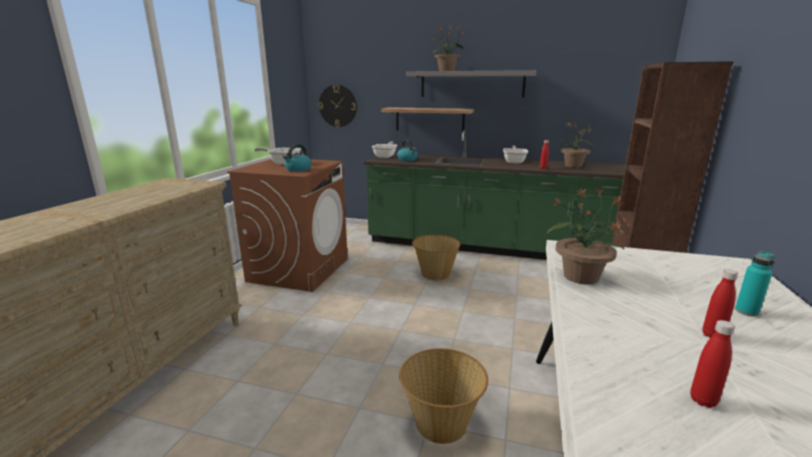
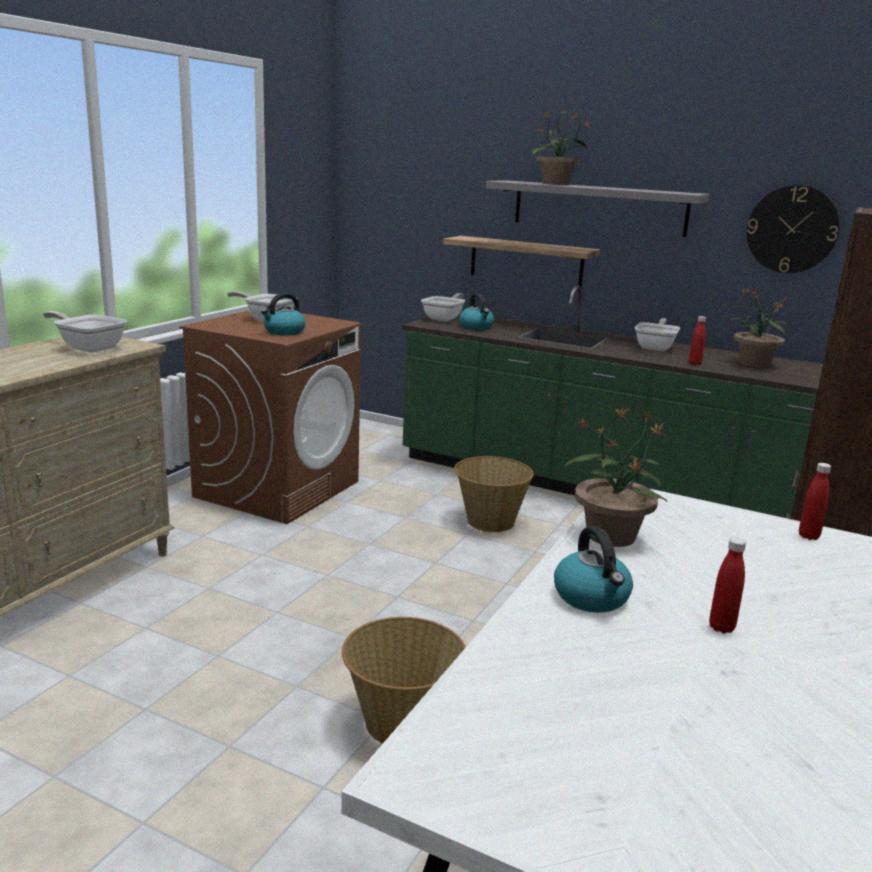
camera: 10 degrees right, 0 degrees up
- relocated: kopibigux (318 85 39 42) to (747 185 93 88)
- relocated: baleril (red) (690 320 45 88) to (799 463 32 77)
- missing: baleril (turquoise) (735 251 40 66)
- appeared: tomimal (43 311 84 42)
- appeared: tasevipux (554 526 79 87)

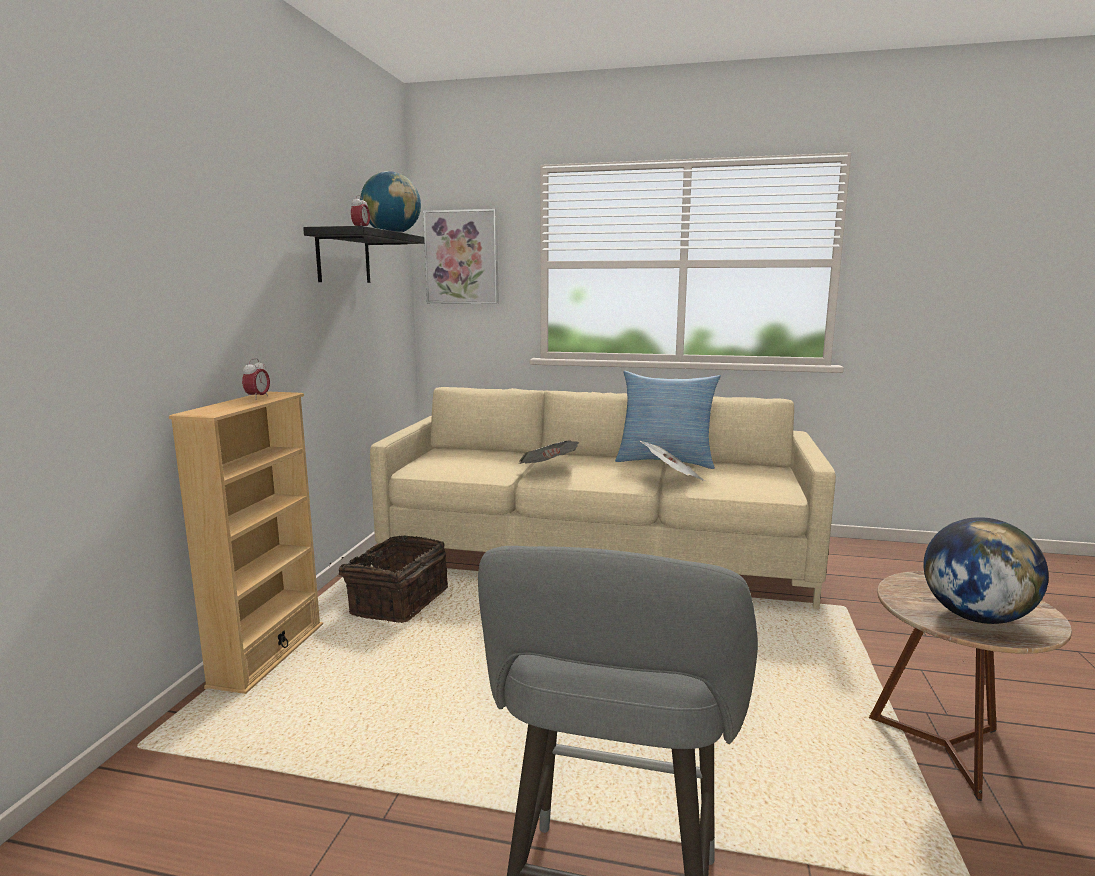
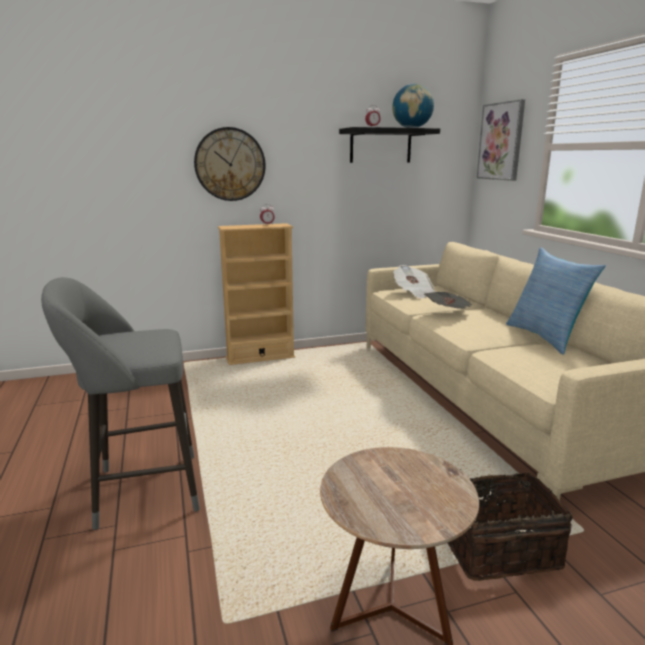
camera: 60 degrees right, 5 degrees up
- relocated: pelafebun (330 535 118 88) to (447 469 126 112)
- relocated: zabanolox (640 441 65 40) to (393 265 42 33)
- missing: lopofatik (924 517 125 107)
- appeared: kopibigux (194 127 72 74)

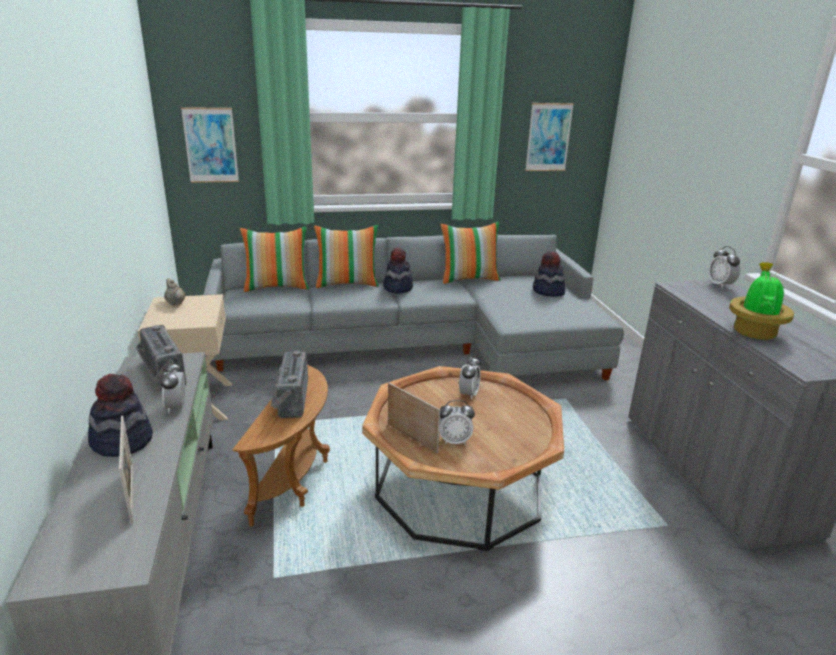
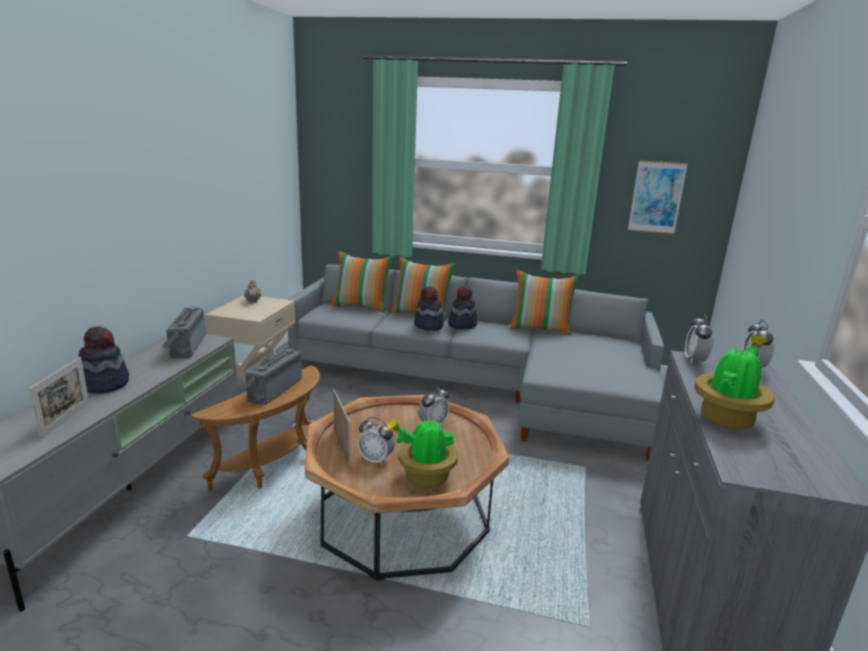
camera: 25 degrees right, 5 degrees down
- relocated: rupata (160 360 25 53) to (685 315 29 49)
- missing: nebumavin (181 107 58 76)
- relocated: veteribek (533 251 32 46) to (414 286 30 45)
- appeared: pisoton (386 417 72 71)

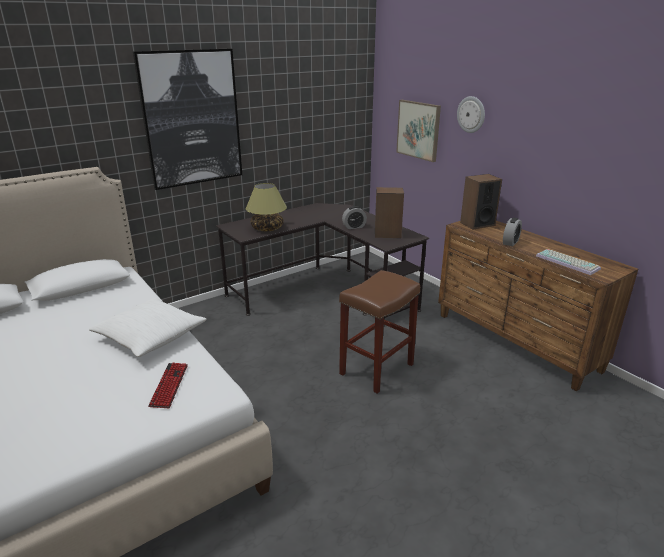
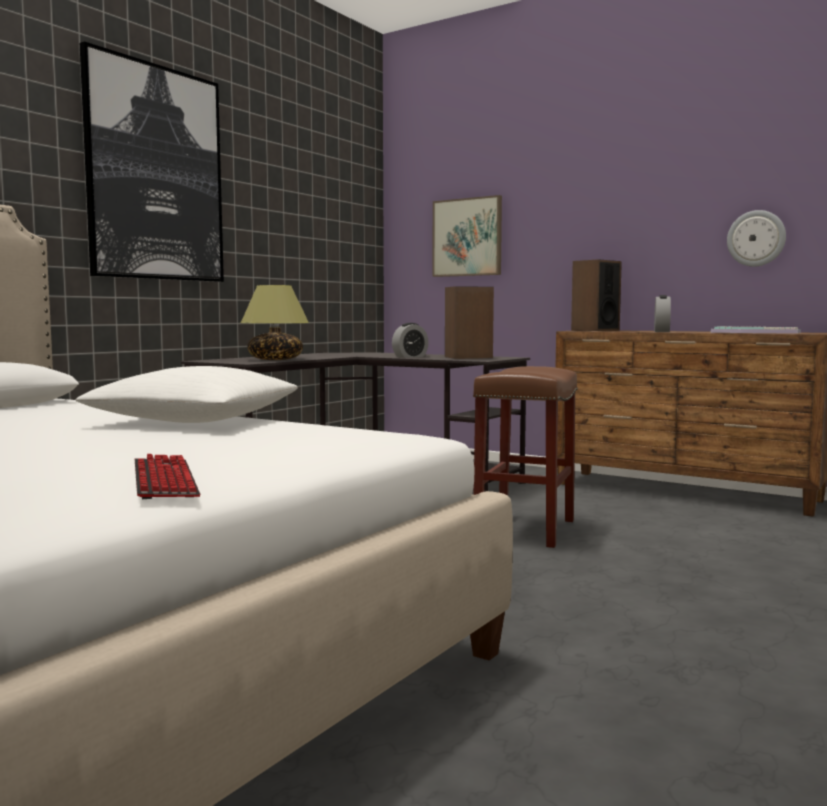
camera: 20 degrees left, 20 degrees down
- relocated: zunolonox (148 362 40 46) to (135 454 65 45)
- relocated: kopibigux (457 96 28 37) to (727 210 59 57)

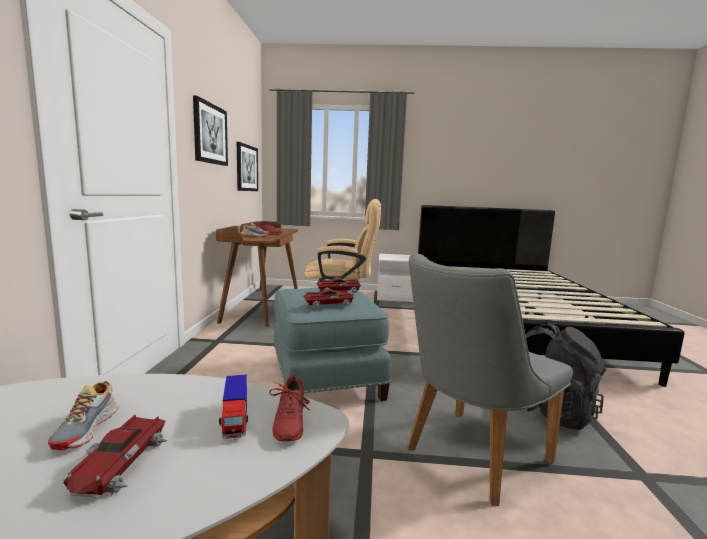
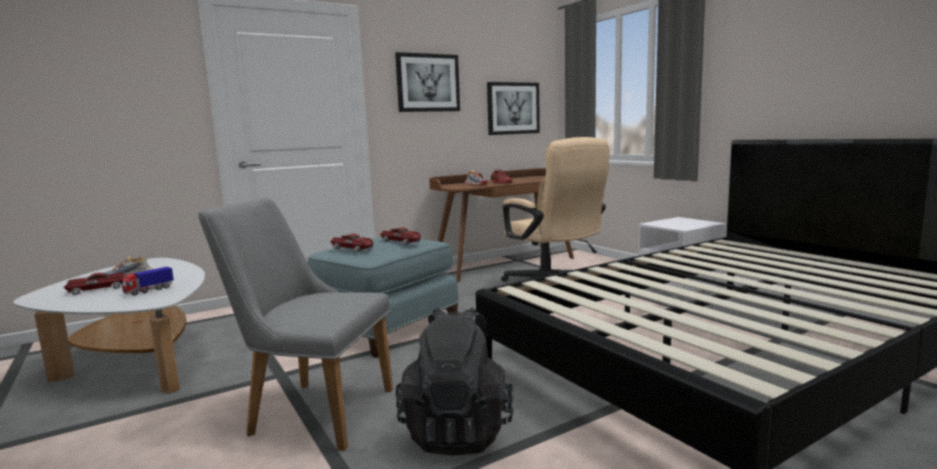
camera: 55 degrees right, 0 degrees up
- missing: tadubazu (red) (269 375 41 66)

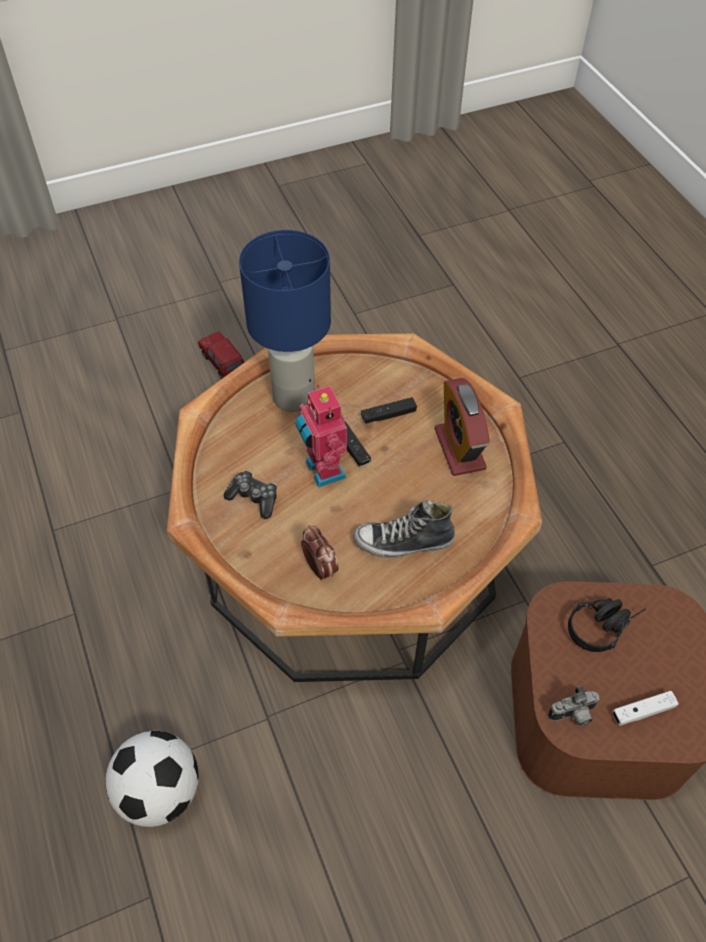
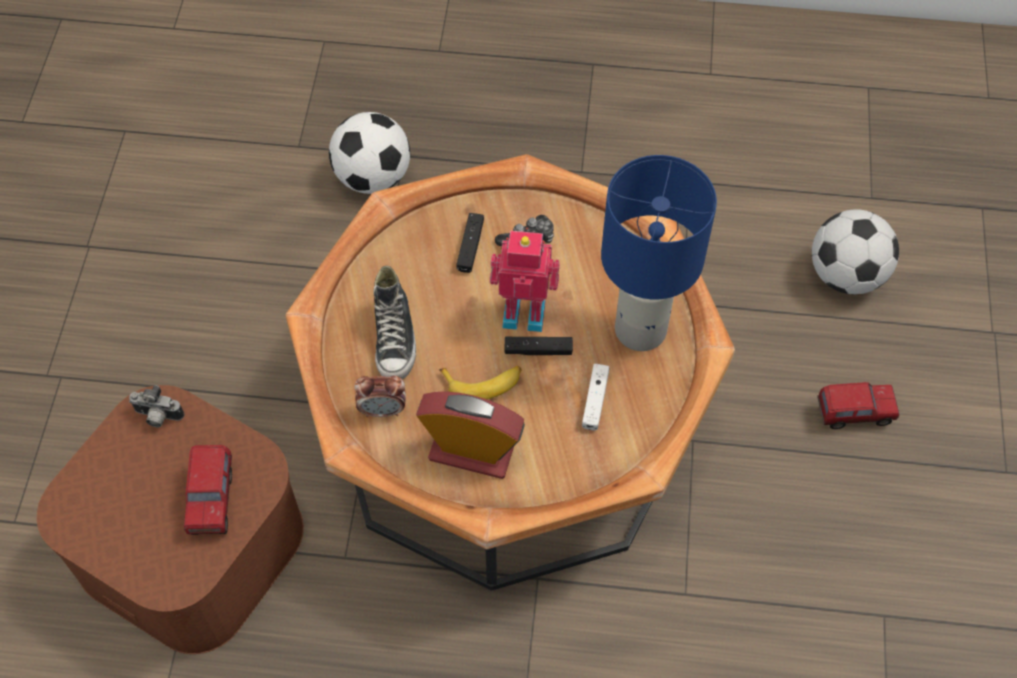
camera: 120 degrees right, 5 degrees up
- relocated: rupata (301 525 37 56) to (354 376 52 41)
- spun: tadubazu (353 500 102 58) = (373 266 43 113) 150 degrees clockwise
- relocated: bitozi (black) (361 397 56 27) to (456 213 28 60)
- spun: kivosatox (548 686 52 40) = (129 385 55 43) 90 degrees counterclockwise
- exchanged: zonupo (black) (568 598 78 54) to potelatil (184 445 48 90)
- relocated: bitozi (white) (612 691 67 35) to (582 364 27 66)
- appeared: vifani (439 366 83 34)
- appeared: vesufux (812 209 87 85)

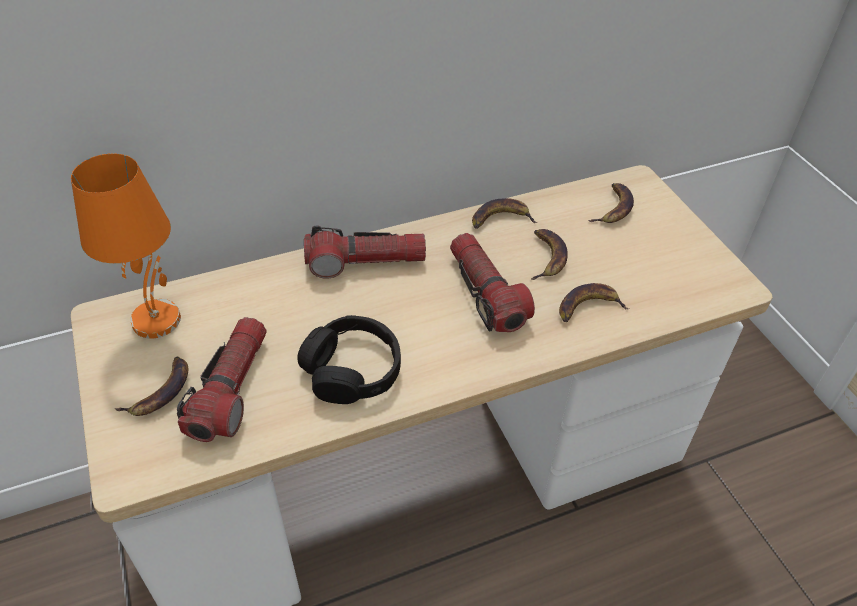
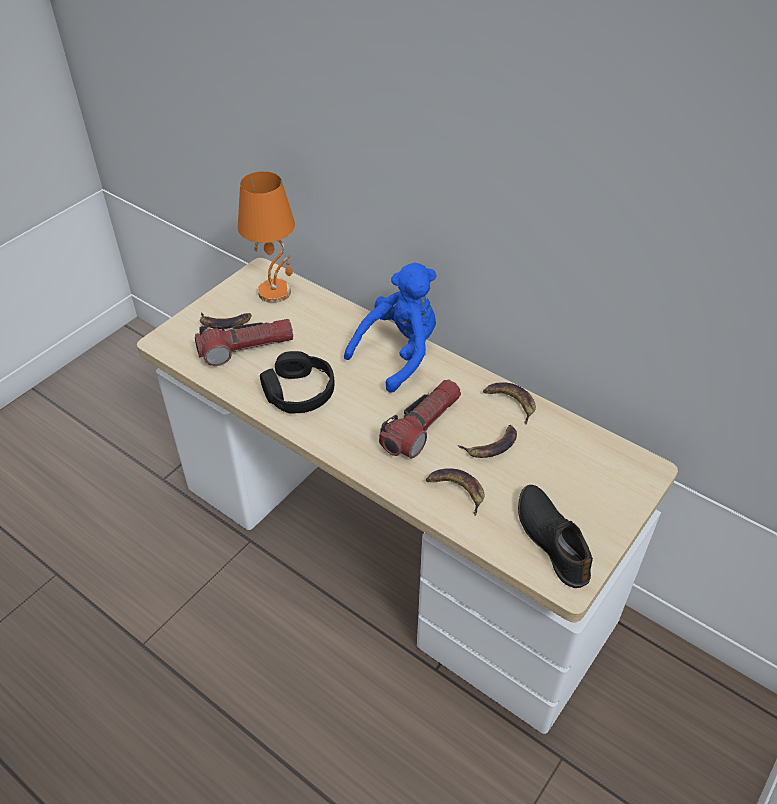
camera: 60 degrees right, 0 degrees up
- exchanged: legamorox (304 226 122 53) to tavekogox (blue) (344 263 93 130)
- missing: vifani (588 183 46 40)
- appeared: tadubazu (black) (518 485 75 103)

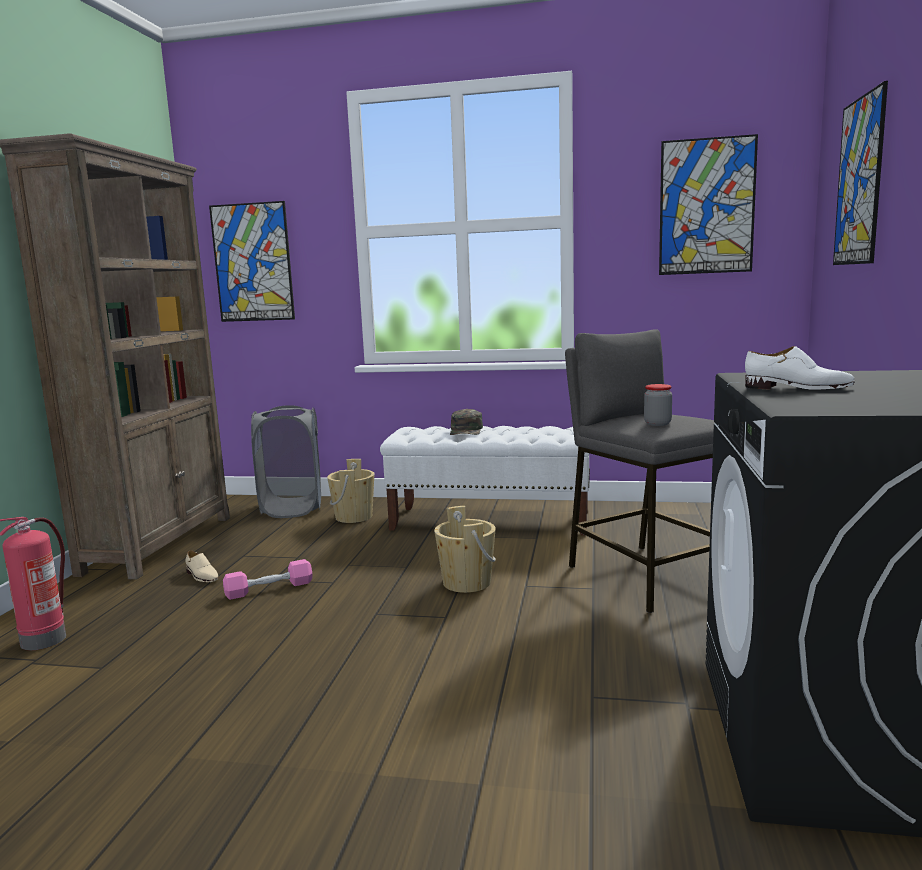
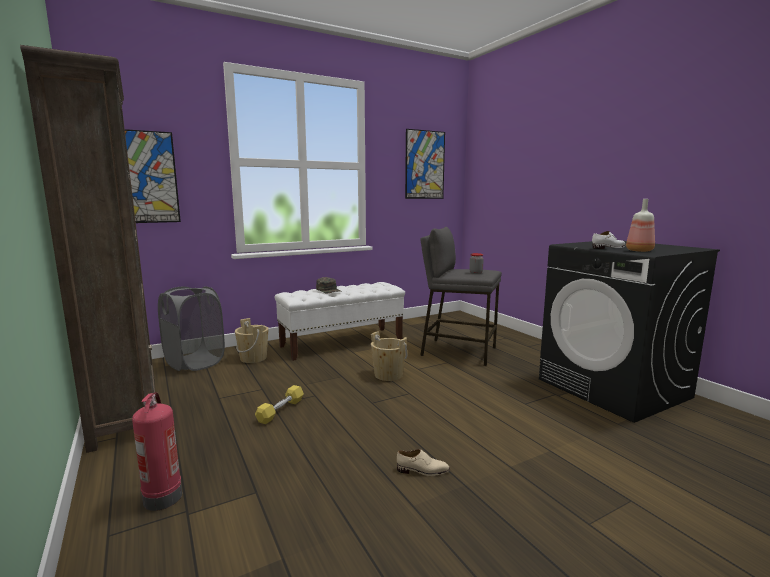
camera: 40 degrees left, 0 degrees up
- relocated: tadubazu (beige) (185 551 34 31) to (397 449 53 27)
- colour: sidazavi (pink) (223 559 90 41) to sidazavi (yellow) (255 385 49 39)
- missing: nebumavin (833 81 55 184)
- appeared: baleril (626 199 29 53)

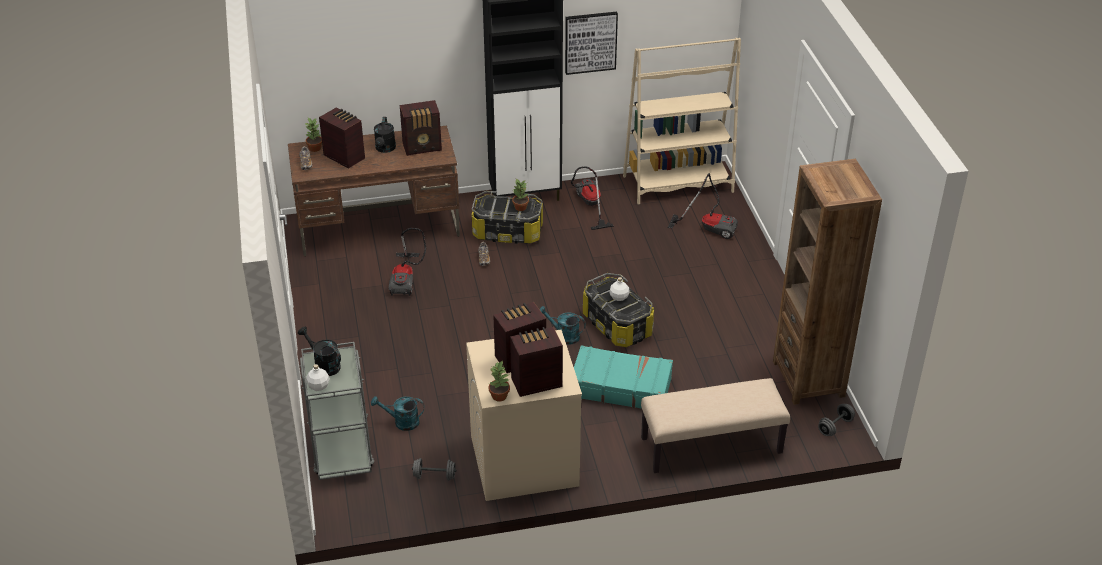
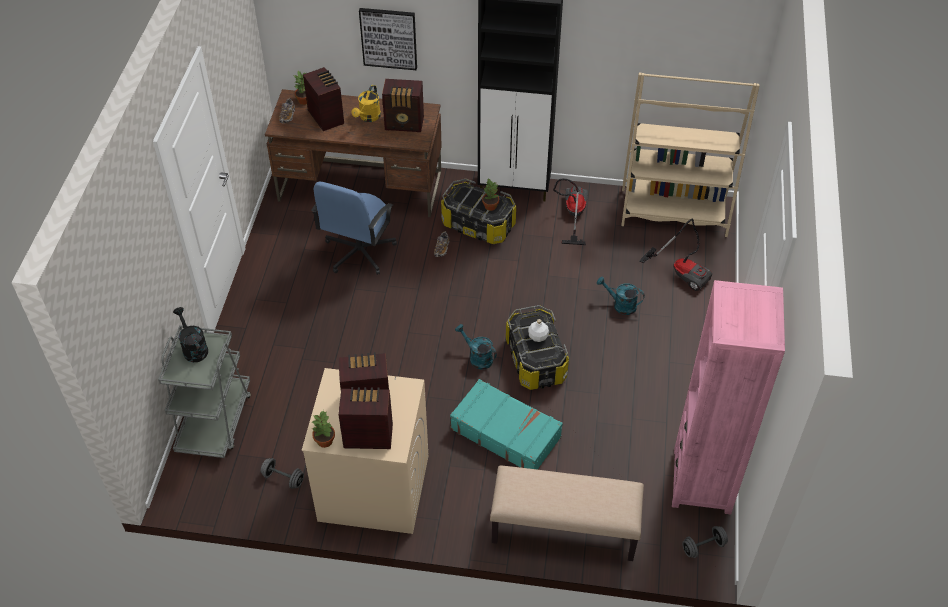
camera: 20 degrees right, 10 degrees up
- missing: baleril (white) (306 364 24 27)
- relocated: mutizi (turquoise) (371 396 53 35) to (597 277 48 38)
- colour: mutizi (black) (374 117 22 36) to mutizi (yellow) (351 85 30 37)
- exchanged: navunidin (389 228 37 68) to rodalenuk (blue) (311 182 86 93)
- relocated: nebumavin (565 12 53 63) to (359 8 58 62)
- colour: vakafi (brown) (773 159 109 246) to vakafi (pink) (672 280 113 235)

